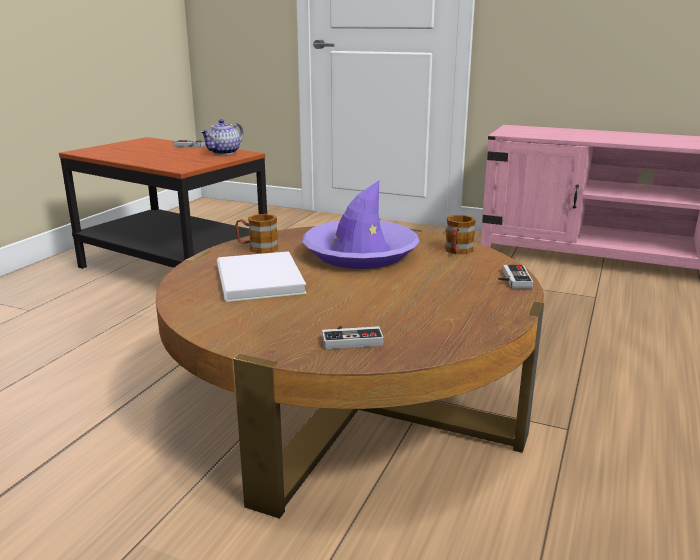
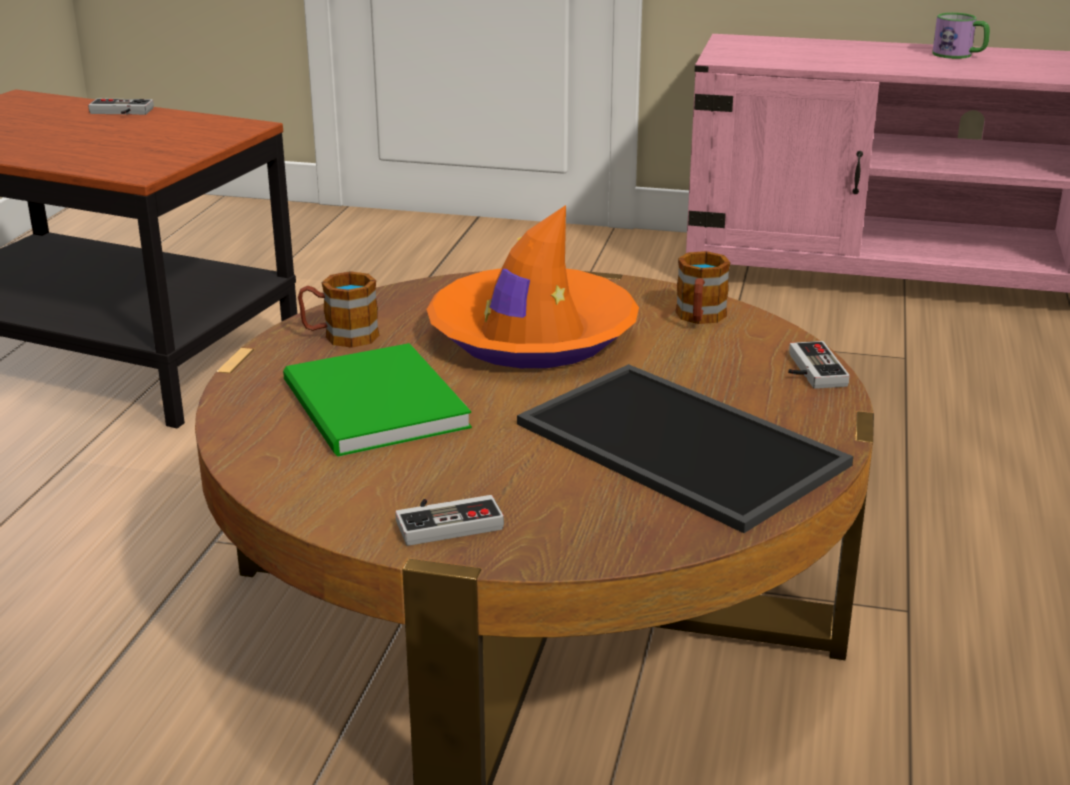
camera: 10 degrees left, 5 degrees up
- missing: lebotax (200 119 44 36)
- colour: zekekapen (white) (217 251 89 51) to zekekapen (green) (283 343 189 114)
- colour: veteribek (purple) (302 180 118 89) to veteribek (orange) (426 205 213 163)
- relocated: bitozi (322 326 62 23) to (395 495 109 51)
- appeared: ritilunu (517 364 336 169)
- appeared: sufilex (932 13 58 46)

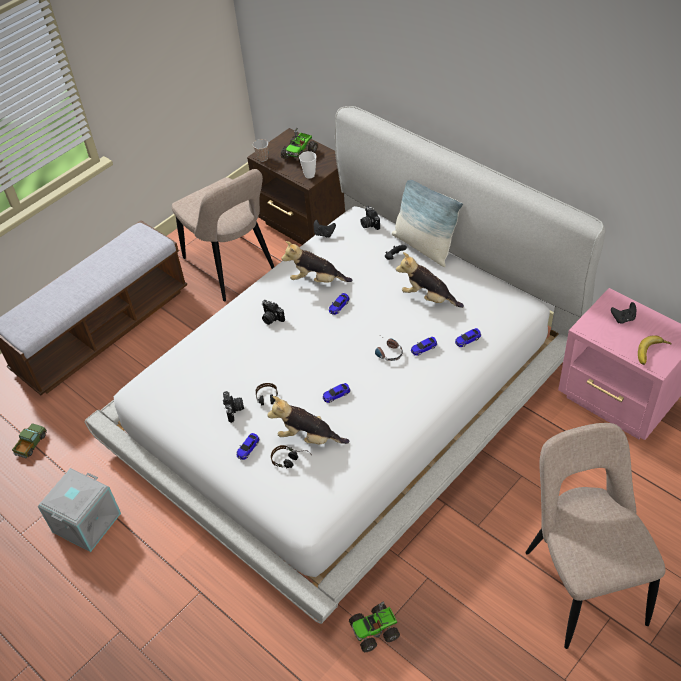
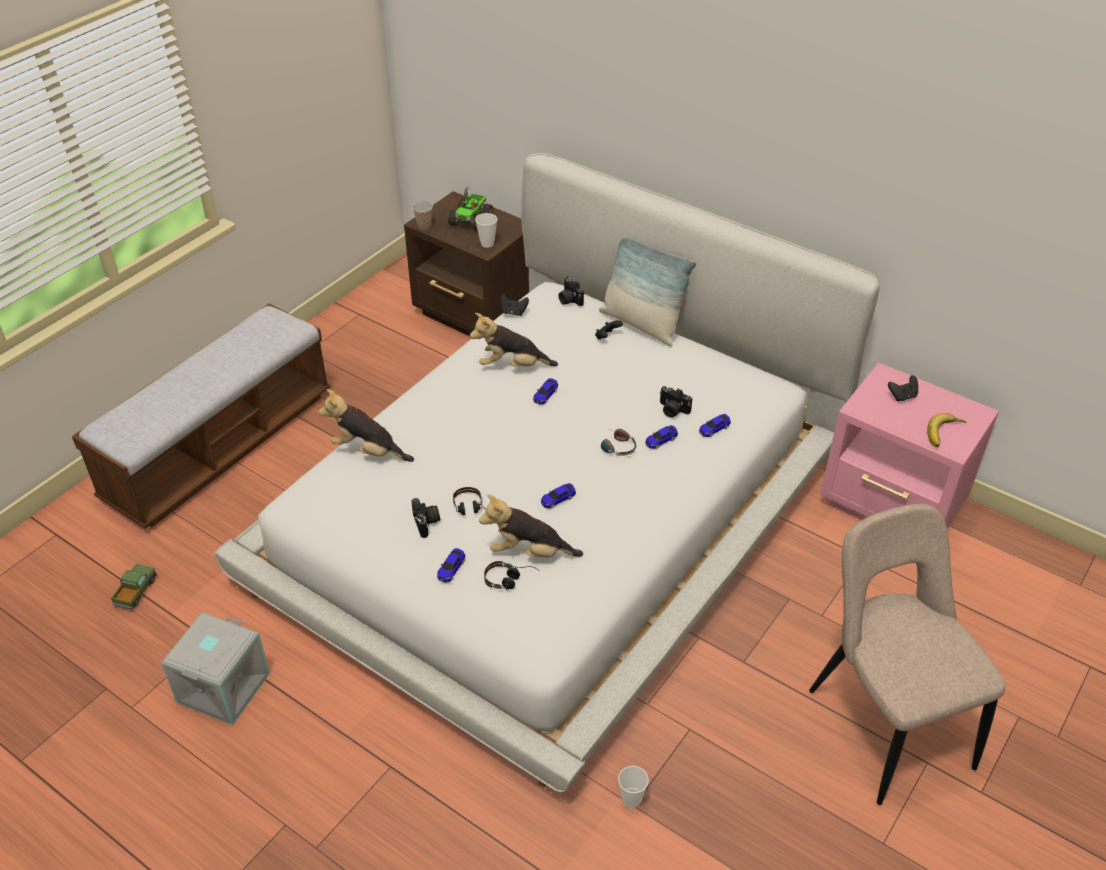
camera: 10 degrees left, 5 degrees down
- missing: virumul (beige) (172 169 102 132)
- relocated: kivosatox (262 300 23 25) to (660 386 32 32)
- exchanged: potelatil (349 601 51 51) to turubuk (618 766 31 42)
- relocated: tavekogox (396 252 68 56) to (319 389 95 73)

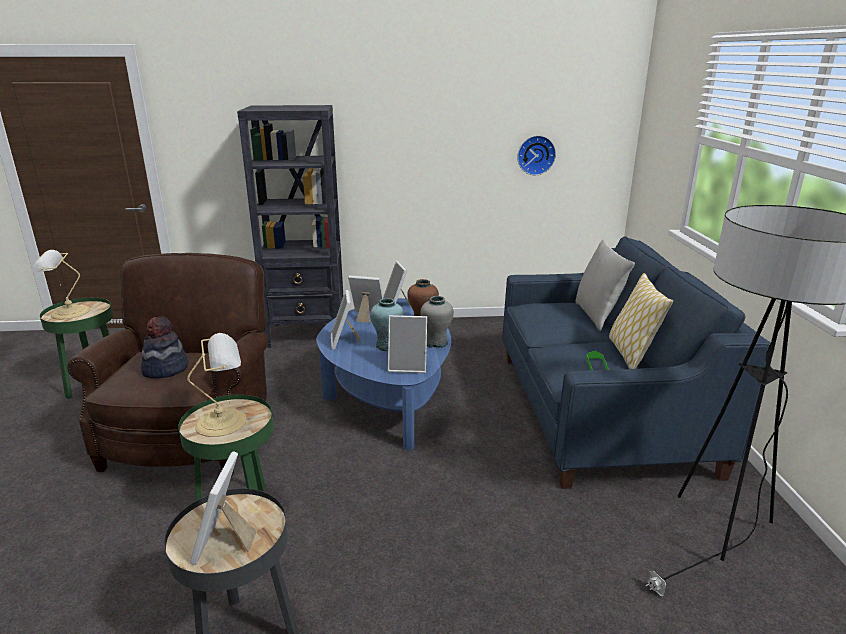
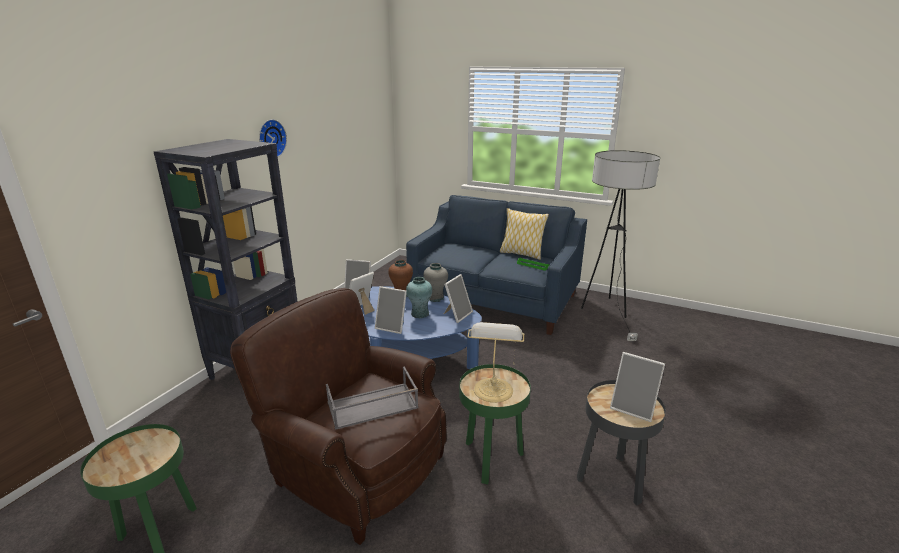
camera: 60 degrees left, 0 degrees up
- missing: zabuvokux (32 250 58 69)
- exchanged: veteribek (141 317 47 61) to ritilunu (grey) (326 366 93 64)
- relocated: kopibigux (517 135 39 40) to (259 119 28 38)
- missing: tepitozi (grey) (576 240 59 91)

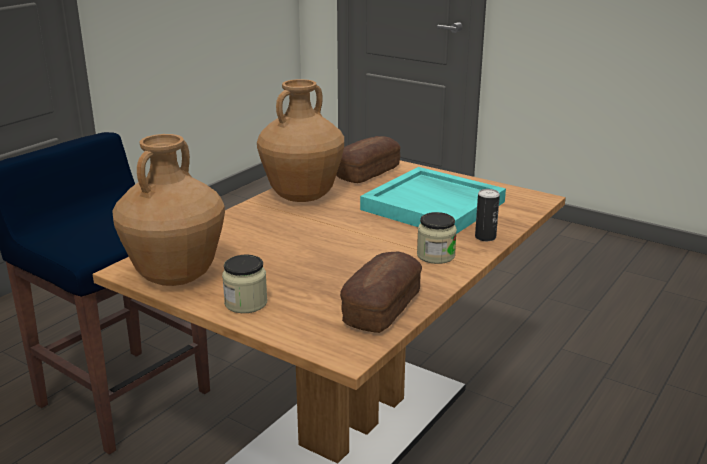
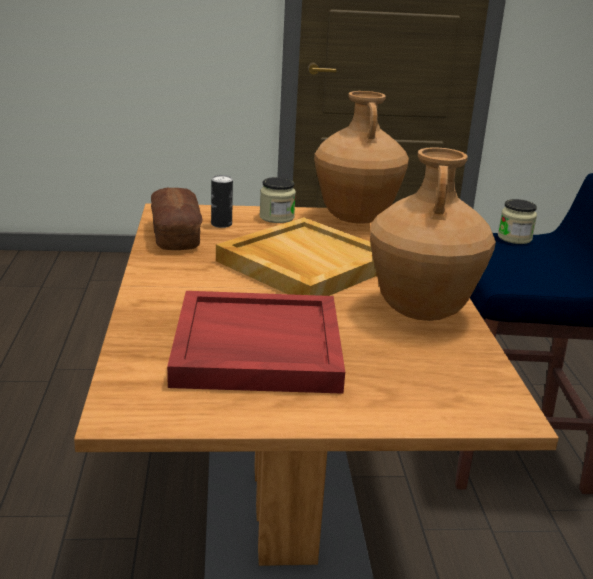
camera: 140 degrees right, 0 degrees up
- missing: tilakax (336 136 64 47)
- colour: ritilunu (turquoise) (360 167 146 67) to ritilunu (red) (167 291 178 103)
- relocated: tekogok (417 212 40 52) to (498 199 39 45)
- relocated: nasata (475 189 25 52) to (211 175 22 53)
- appeared: ritilunu (beige) (216 217 161 79)

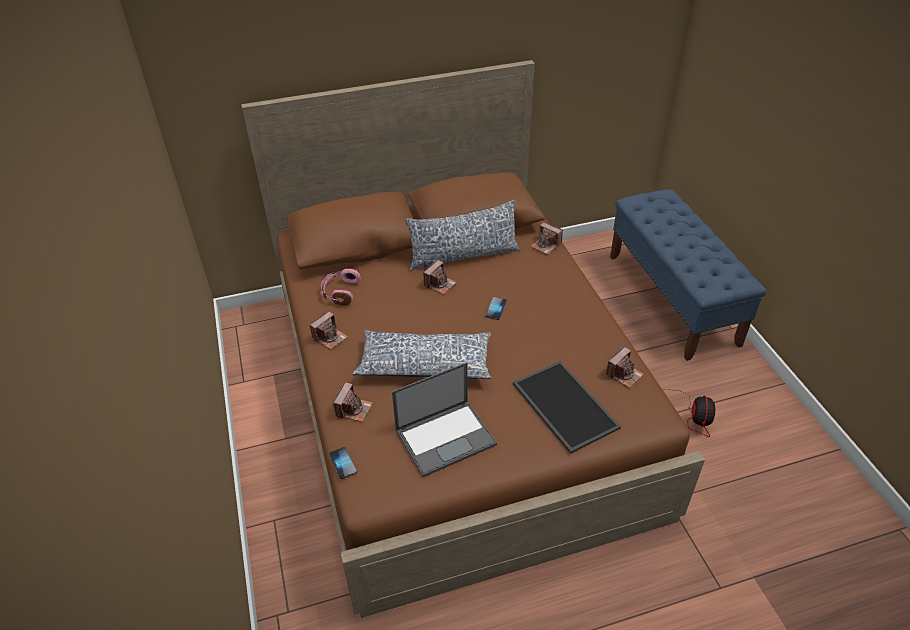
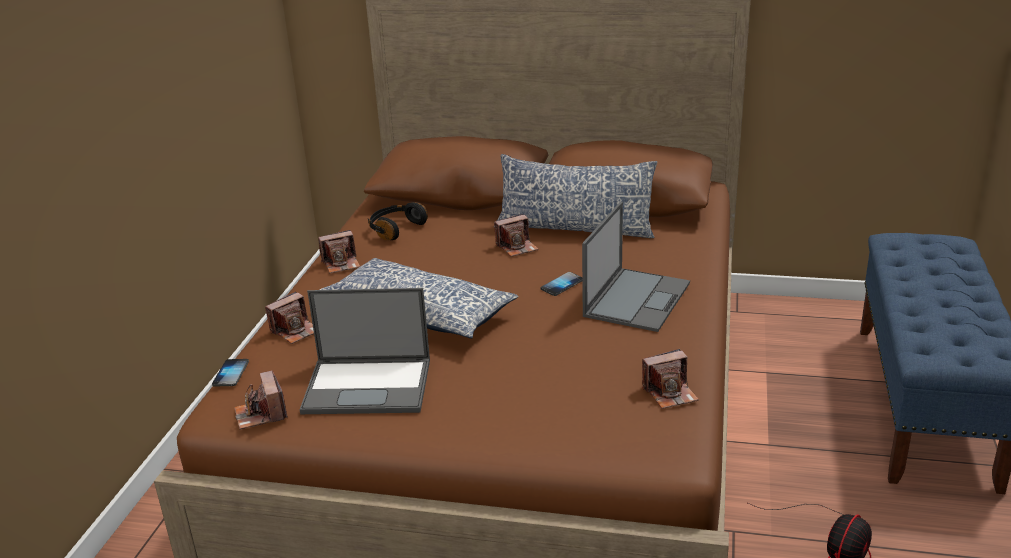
camera: 30 degrees right, 15 degrees down
- colour: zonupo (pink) (320 268 41 37) to zonupo (black) (368 202 60 38)
- missing: ritilunu (513 361 108 93)
- relocated: kivosatox (530 222 33 33) to (234 370 54 60)
- appeared: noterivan (582 202 108 130)

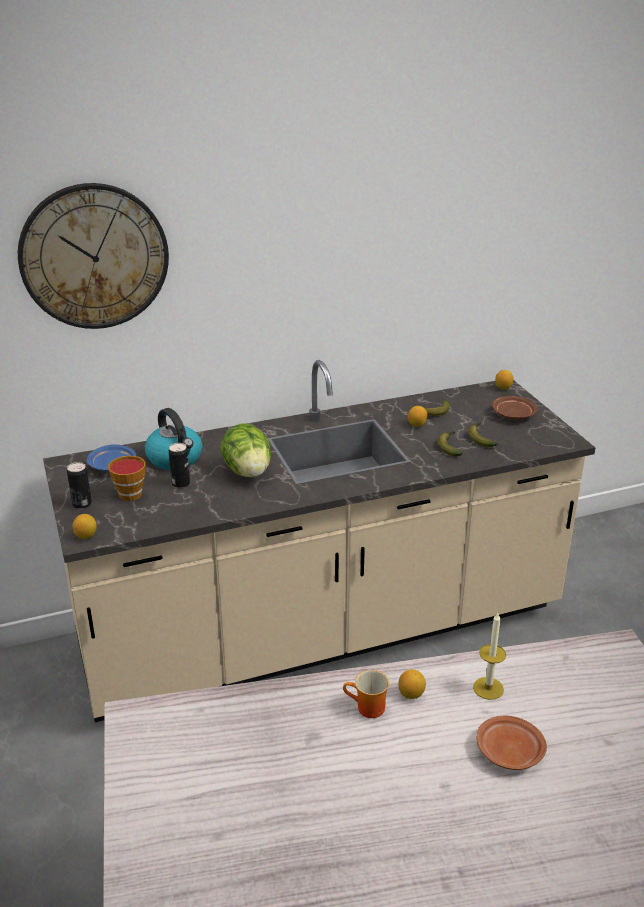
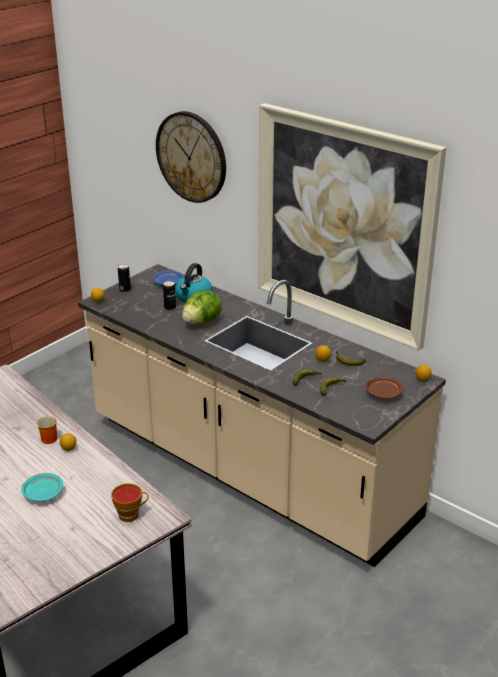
camera: 60 degrees right, 0 degrees up
- relocated: turubuk (108 456 38 45) to (111 483 37 39)
- missing: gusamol (473 613 33 87)
- colour: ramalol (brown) (476 716 71 54) to ramalol (turquoise) (21 473 42 28)
- appeared: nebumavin (258 103 188 248)

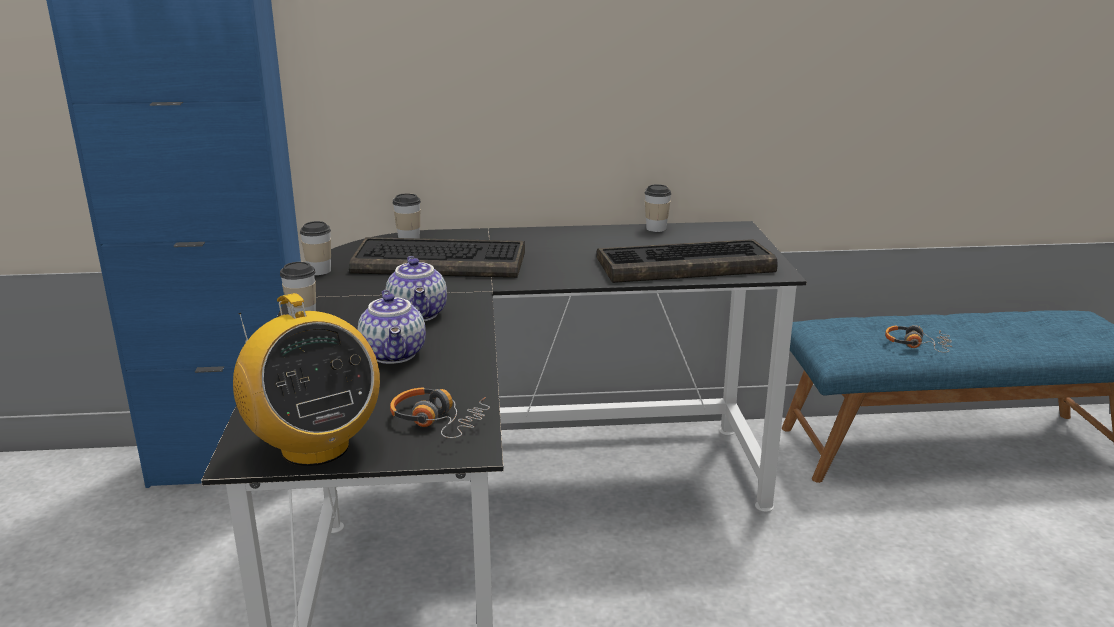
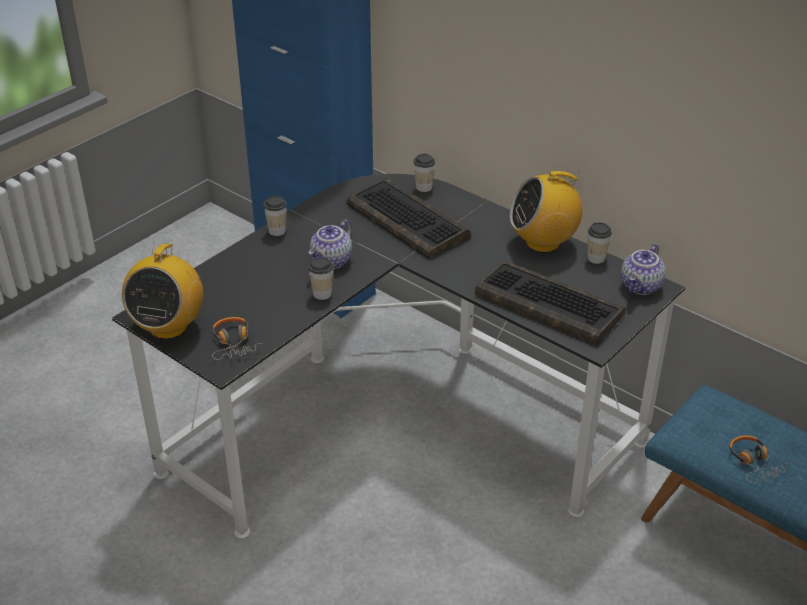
camera: 45 degrees right, 15 degrees up
- relocated: turubuk (300 221 31 54) to (309 257 24 43)
- relocated: lebotax (358 290 68 74) to (621 243 45 52)
- appeared: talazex (510 171 72 82)

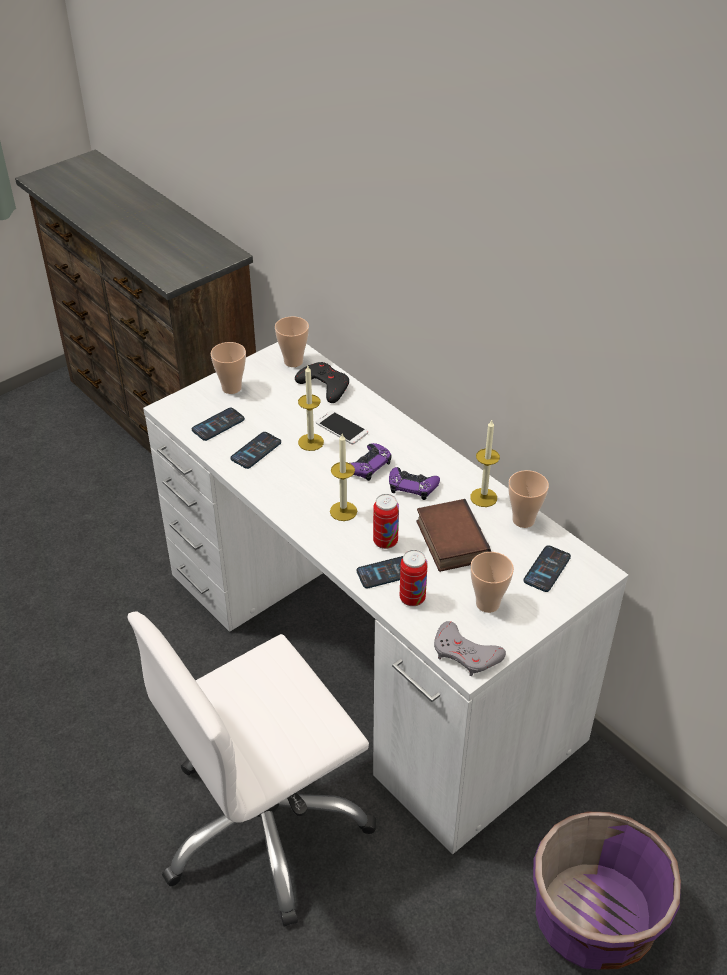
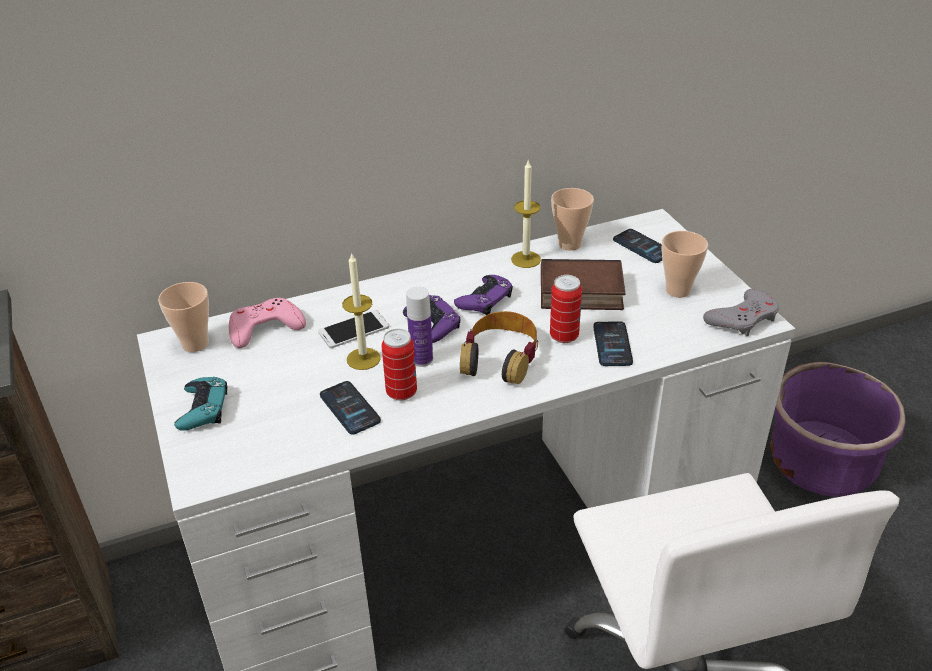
camera: 70 degrees left, 5 degrees down
- missing: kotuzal (192 408 53 33)
- exchanged: turubuk (211 342 35 52) to bitozi (turquoise) (174 377 53 54)
- colour: bitozi (black) (295 362 54 41) to bitozi (pink) (229 298 77 50)
- exchanged: gusamol (330 434 27 87) to zonupo (460 311 78 73)
- relocated: nasata (400 550 28 56) to (382 329 35 72)
- appeared: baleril (406 286 27 81)

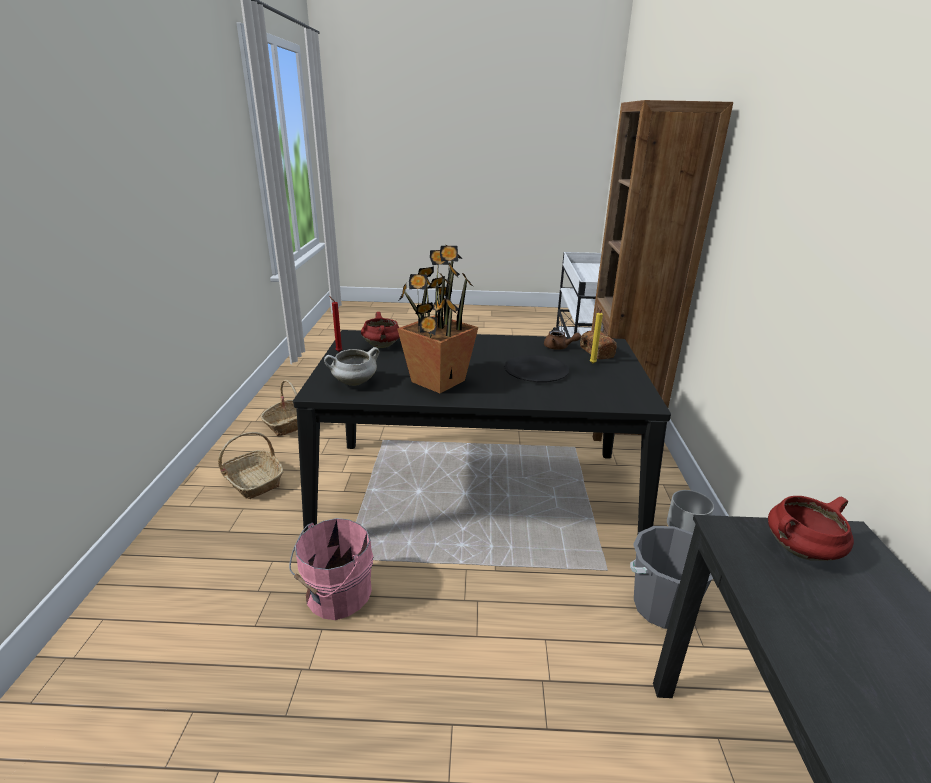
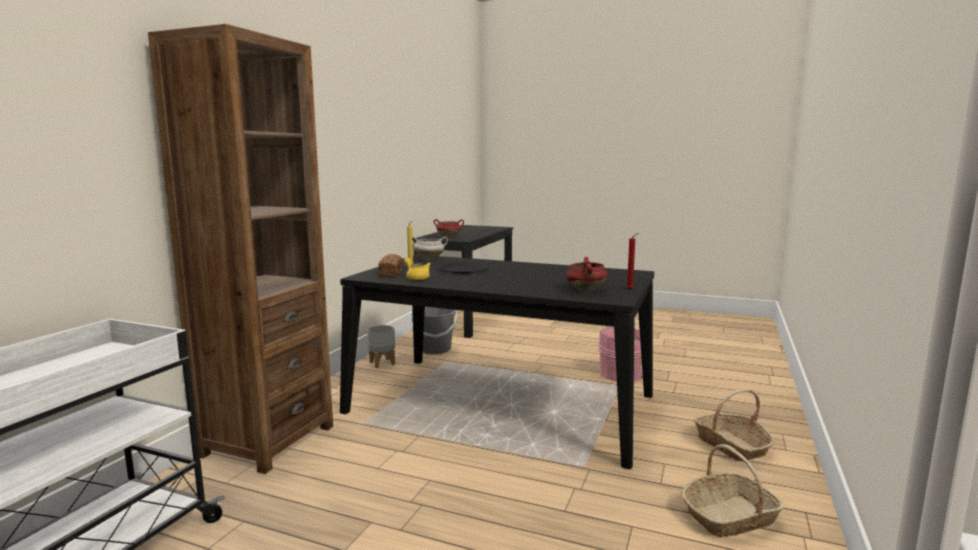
camera: 160 degrees left, 15 degrees down
- relocated: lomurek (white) (324 347 56 39) to (412 236 36 25)
- missing: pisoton (397 245 81 148)
- colour: lebotax (brown) (544 330 37 20) to lebotax (yellow) (404 258 27 22)

